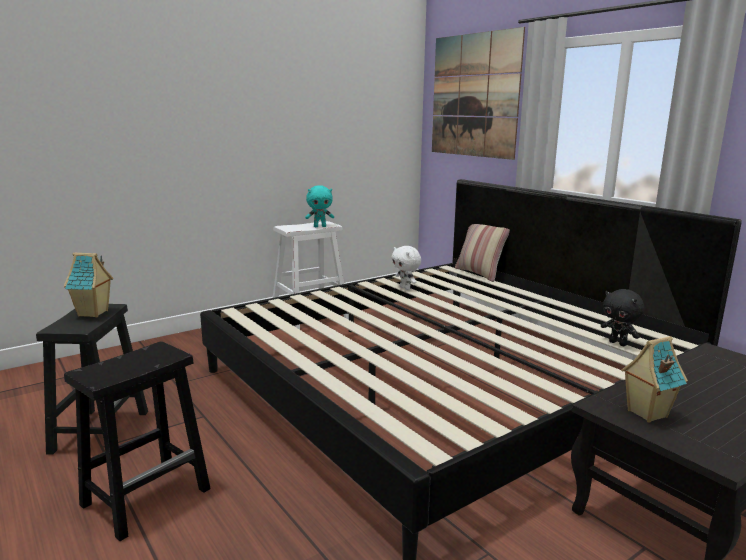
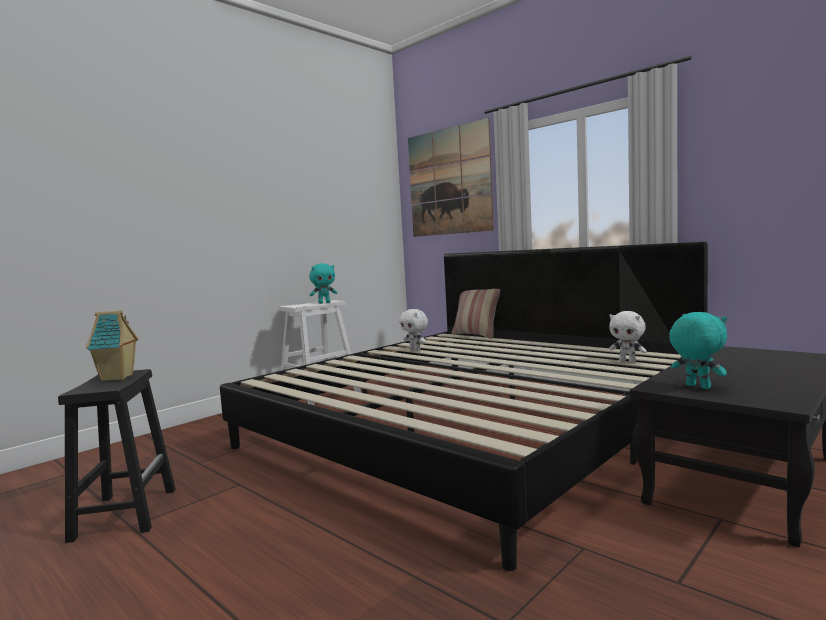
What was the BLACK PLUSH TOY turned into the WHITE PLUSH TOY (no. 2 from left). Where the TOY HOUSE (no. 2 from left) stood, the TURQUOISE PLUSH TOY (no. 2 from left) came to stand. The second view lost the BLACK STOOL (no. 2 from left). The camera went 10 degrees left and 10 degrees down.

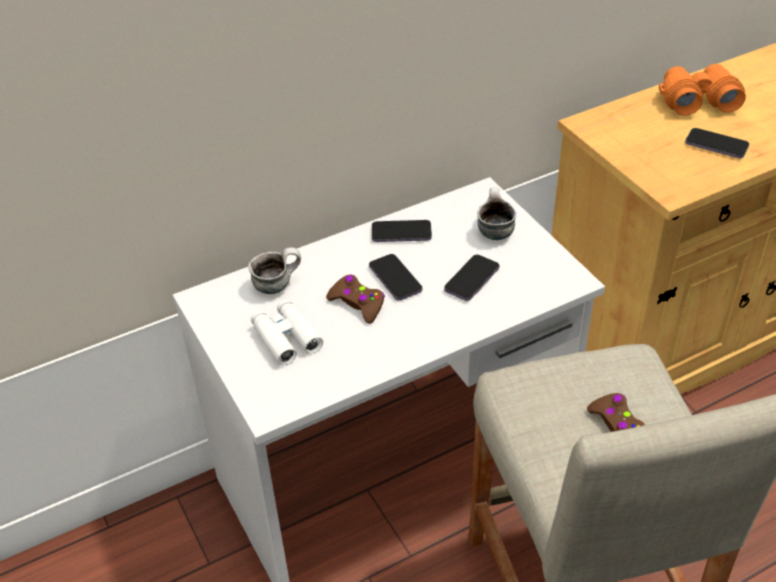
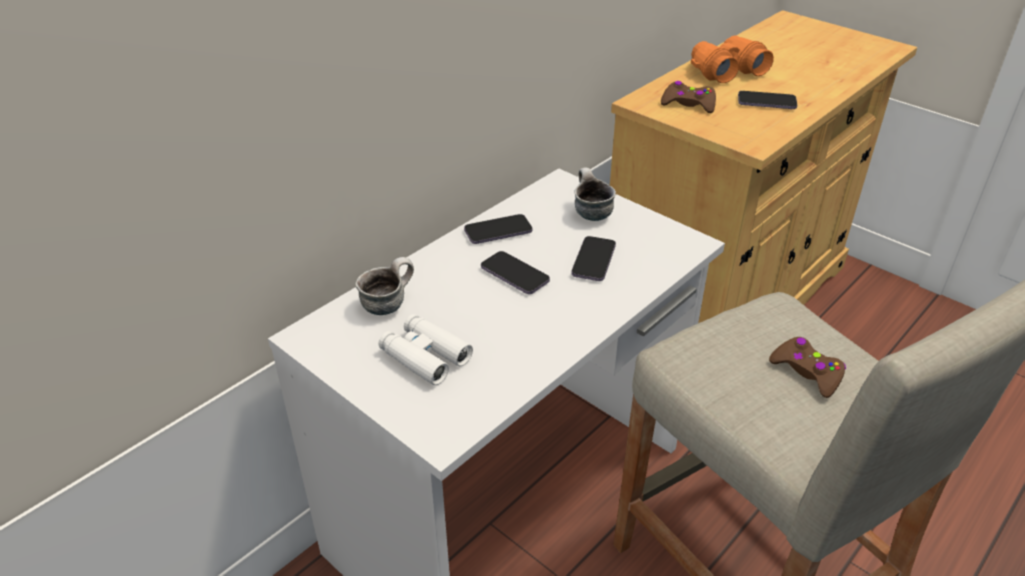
The BROWN GAME CONTROLLER (no. 1 from left) ended up elsewhere. The camera went 20 degrees left and 5 degrees down.

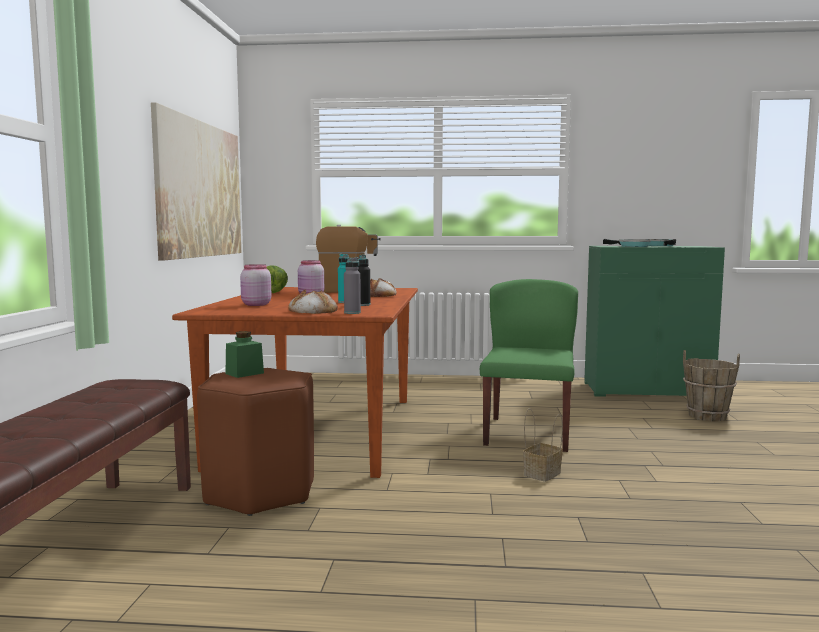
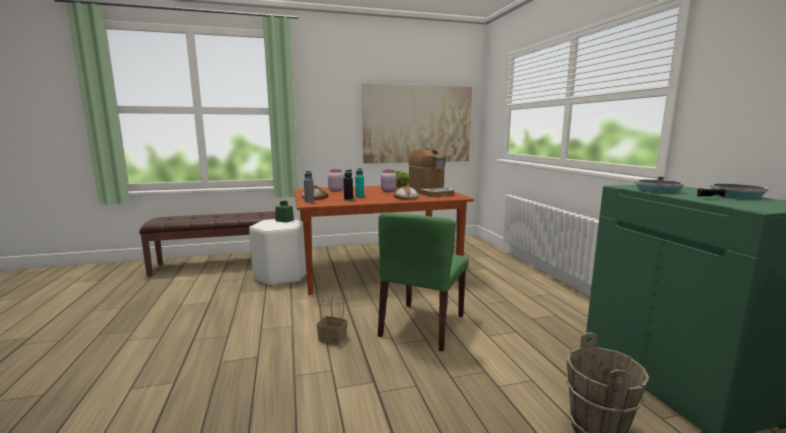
What was the BROWN STOOL turned into the WHITE STOOL. The GREEN CHAIR ended up facing another way, 120 degrees clockwise from before. The camera went 70 degrees right and 5 degrees up.

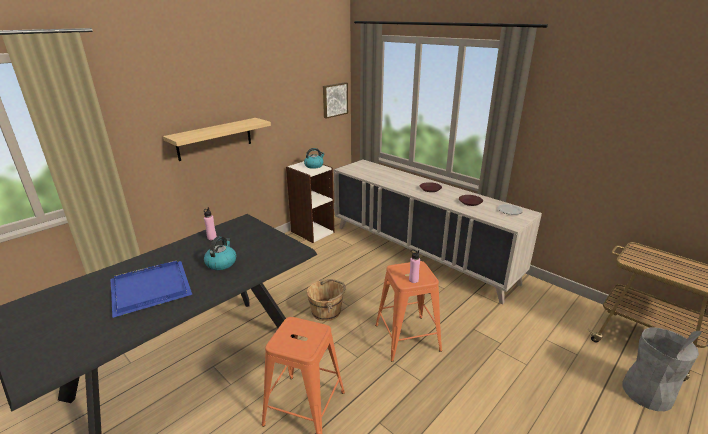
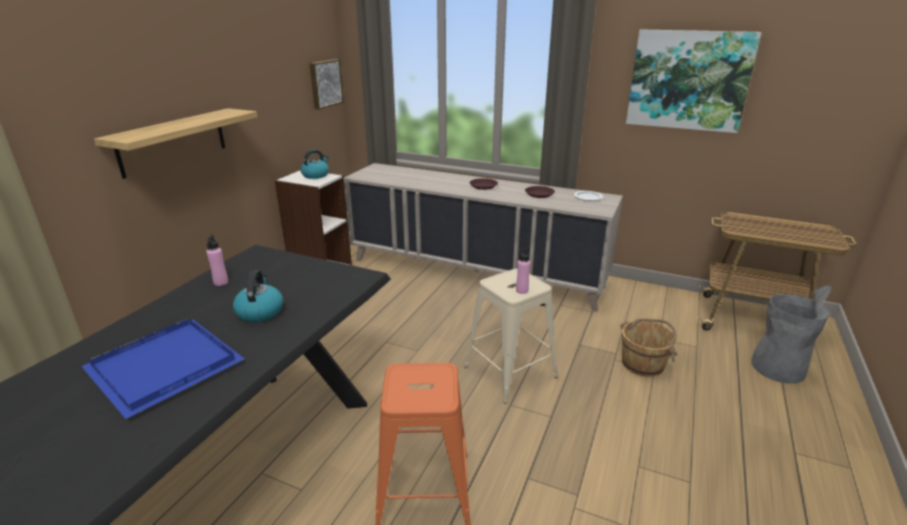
What was the ORANGE STOOL (no. 2 from left) turned into the BEIGE STOOL. The BROWN BUCKET ended up elsewhere. The second view gained the PICTURE (no. 2 from left). The camera went 20 degrees left and 0 degrees up.

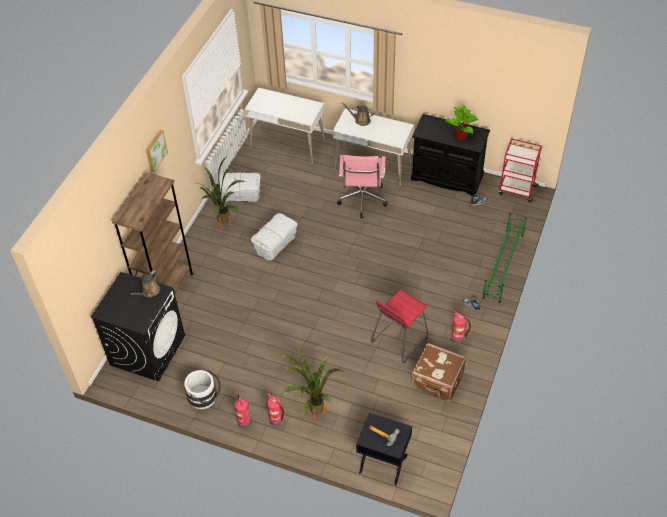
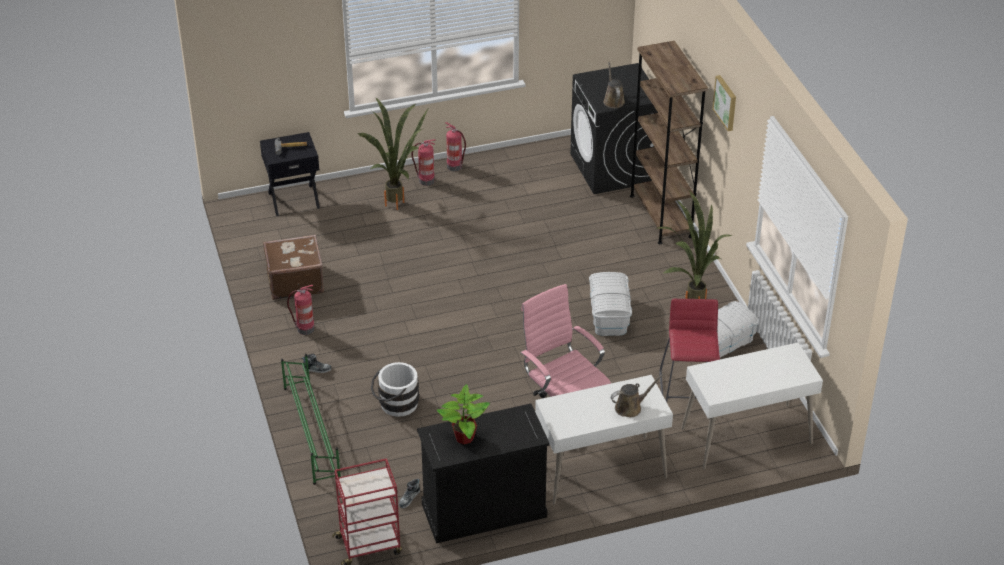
The WHITE BUCKET ended up elsewhere. The RED STOOL ended up elsewhere. The camera went 140 degrees right and 10 degrees down.

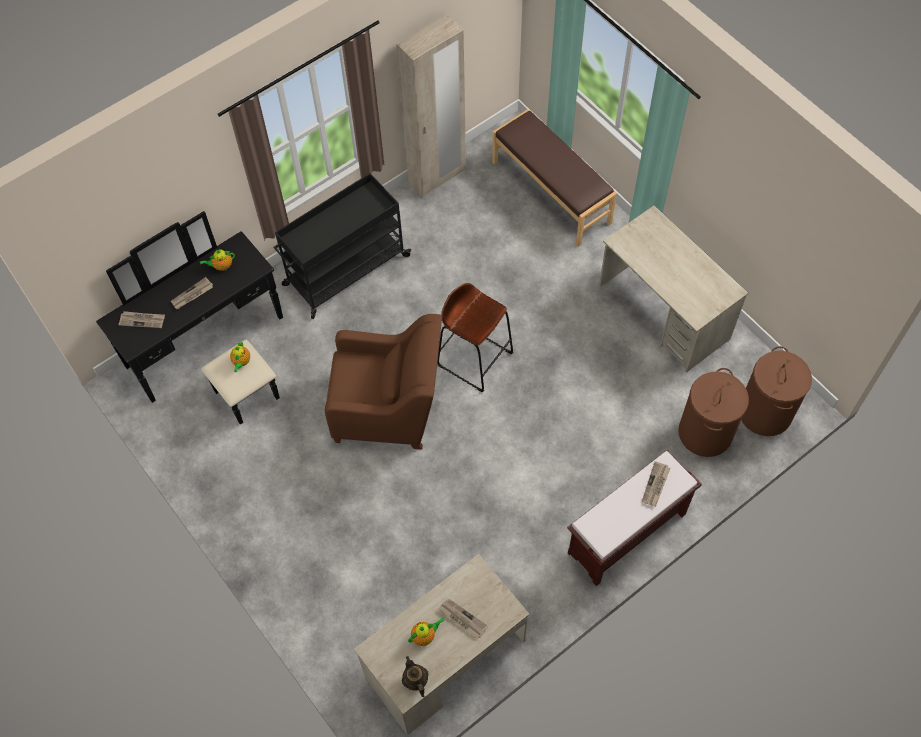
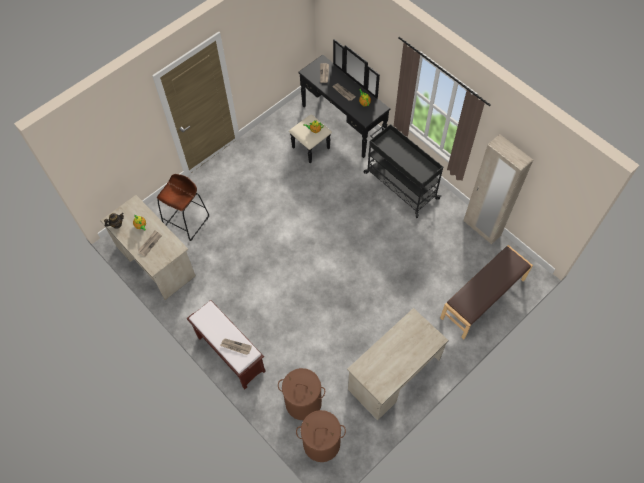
The BROWN STOOL ended up elsewhere. The second view lost the BROWN ARMCHAIR. The camera went 85 degrees right and 0 degrees up.

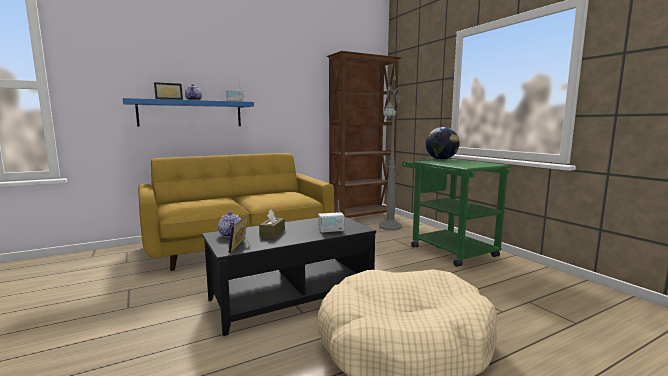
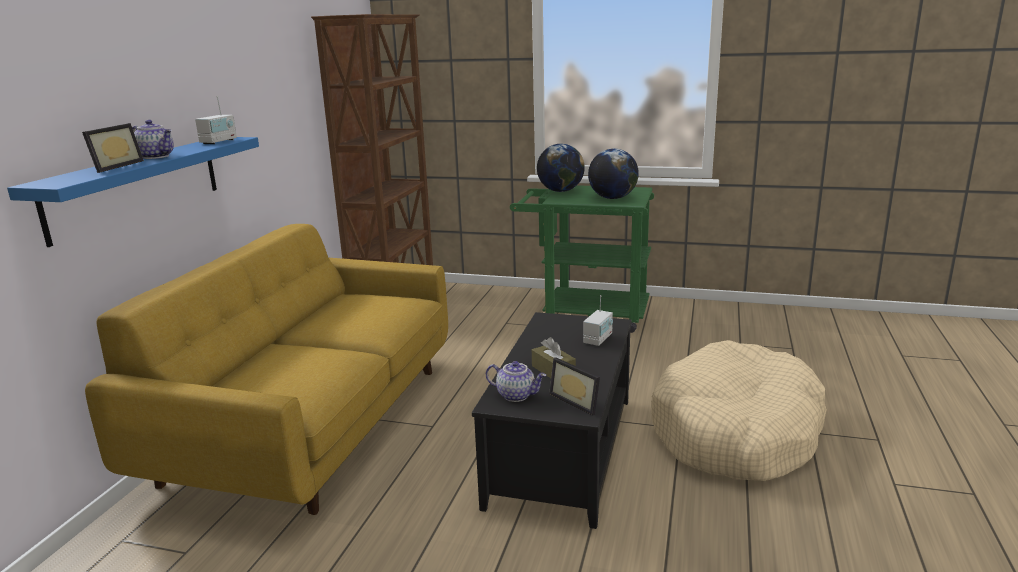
The second view gained the GLOBE (no. 2 from left). The second view lost the GREY FLOOR LAMP. The camera went 45 degrees left and 10 degrees up.

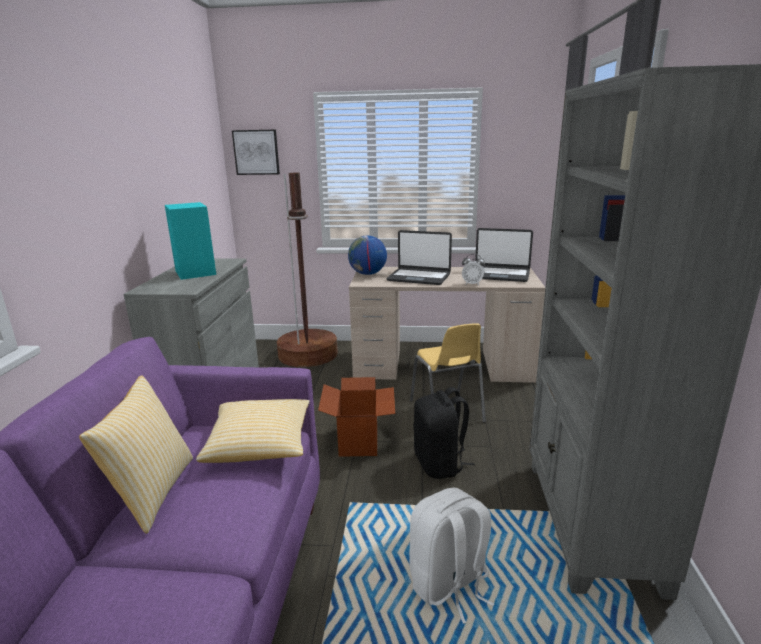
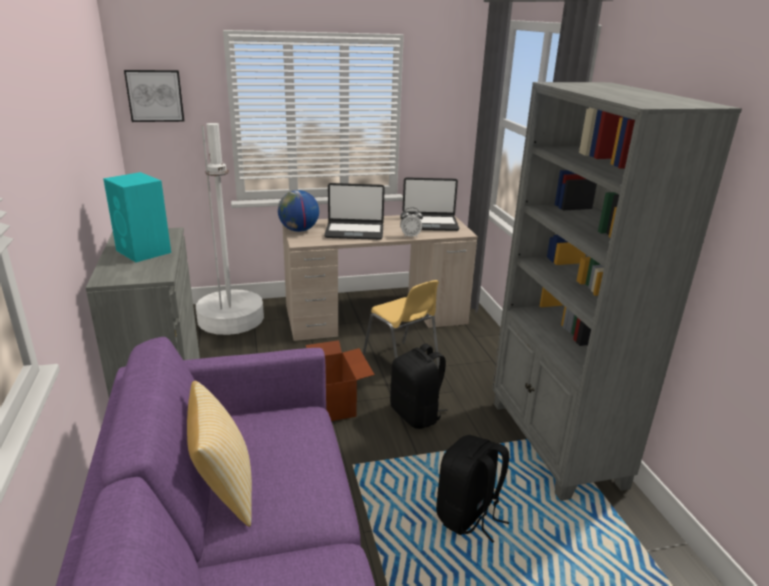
What was the BROWN FLOOR LAMP turned into the WHITE FLOOR LAMP. What was the WHITE BACKPACK turned into the BLACK BACKPACK (no. 2 from left). The second view lost the PILLOW (no. 2 from left). The camera went 20 degrees left and 5 degrees up.

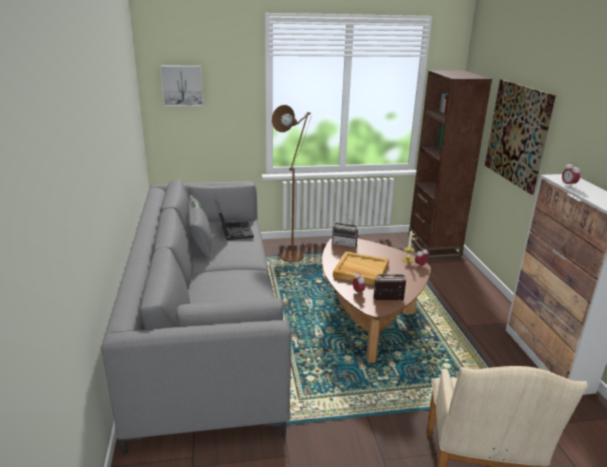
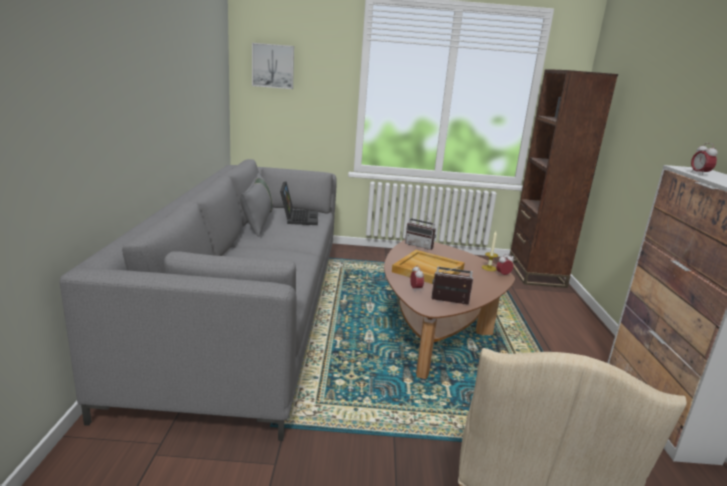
The second view lost the BROWN FLOOR LAMP. The second view lost the PICTURE (no. 2 from left). The camera went 10 degrees right and 5 degrees down.

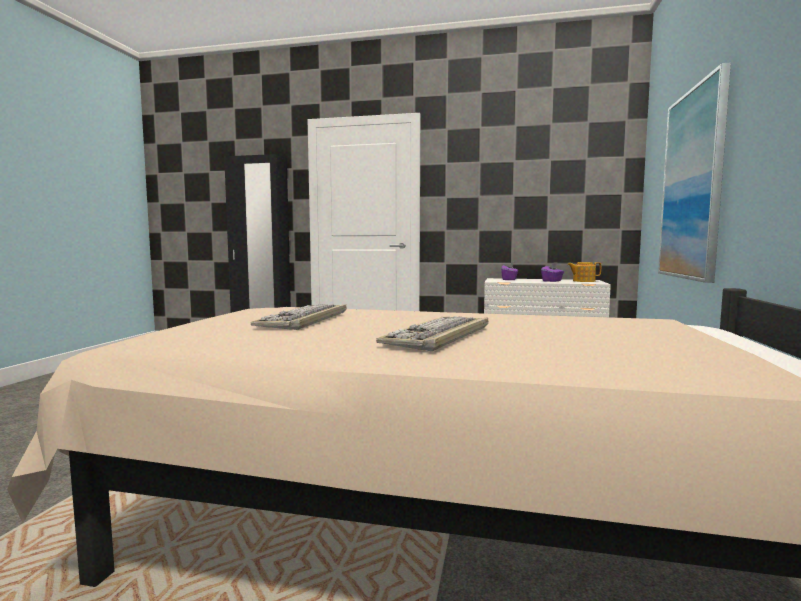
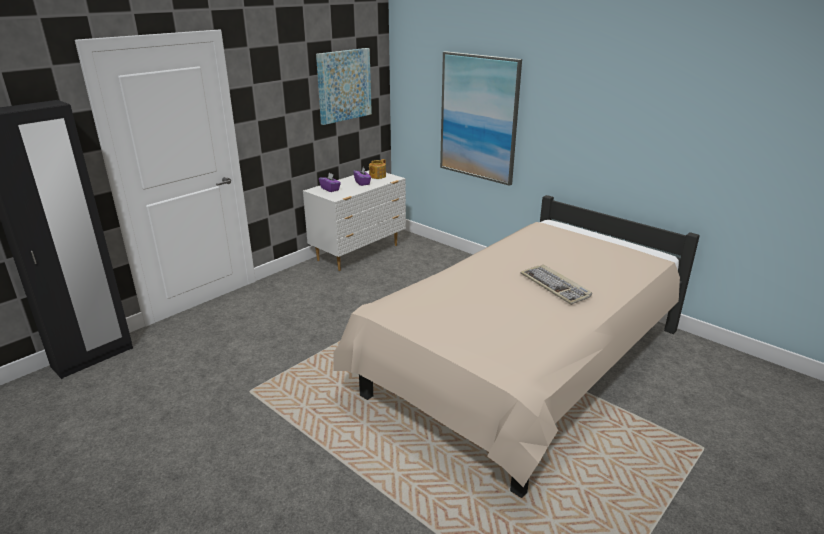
The second view gained the PICTURE (no. 1 from left). The second view lost the KEYBOARD (no. 1 from left). The camera went 60 degrees left and 20 degrees up.

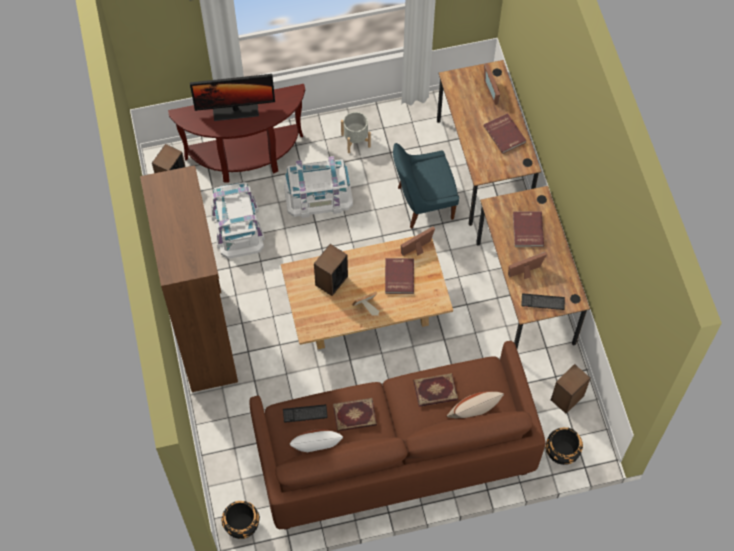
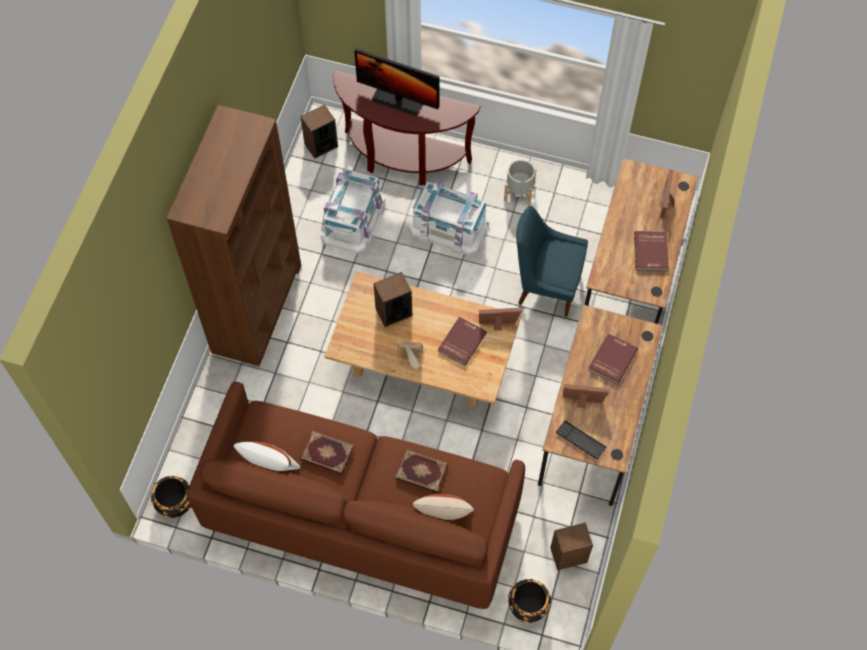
The second view lost the KEYBOARD (no. 1 from left). The camera went 30 degrees right and 0 degrees up.

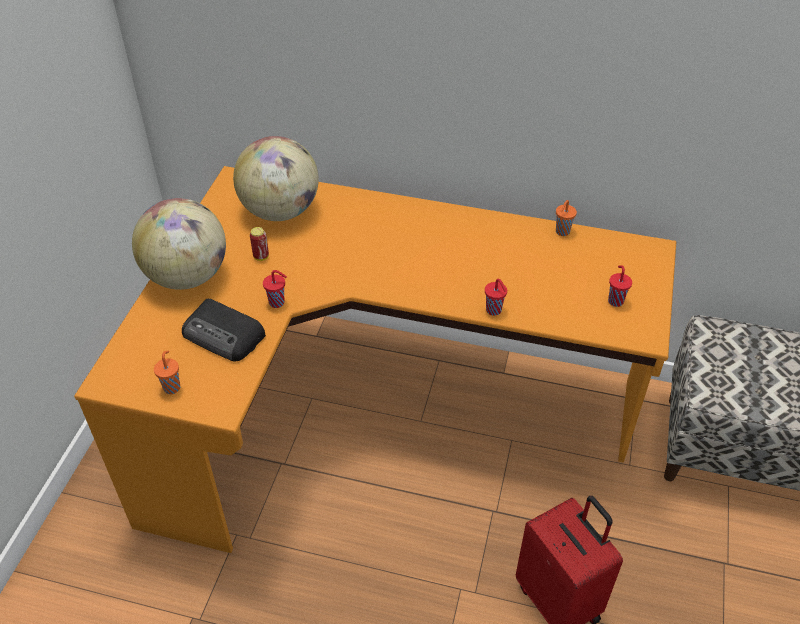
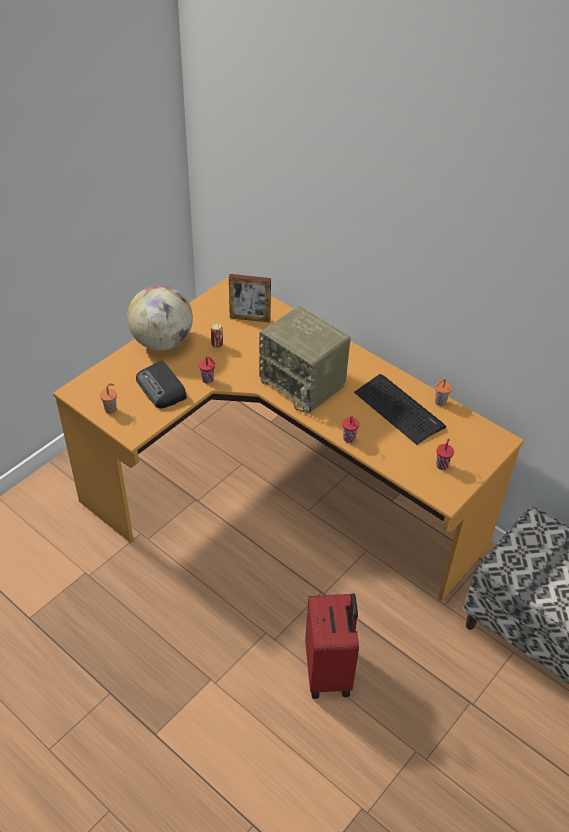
Where the GLOBE (no. 2 from left) stood, the PICTURE FRAME came to stand. The second view gained the RADIO (no. 2 from left). The second view gained the KEYBOARD. The camera went 25 degrees right and 0 degrees up.

